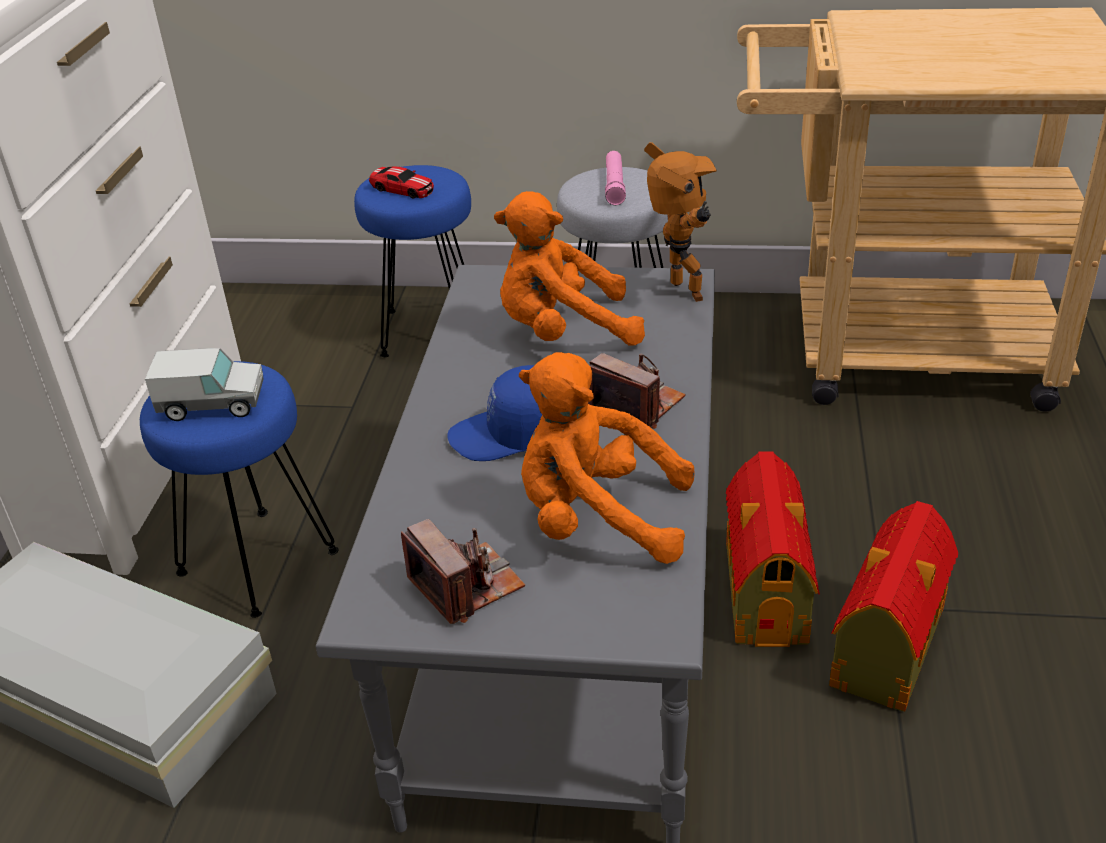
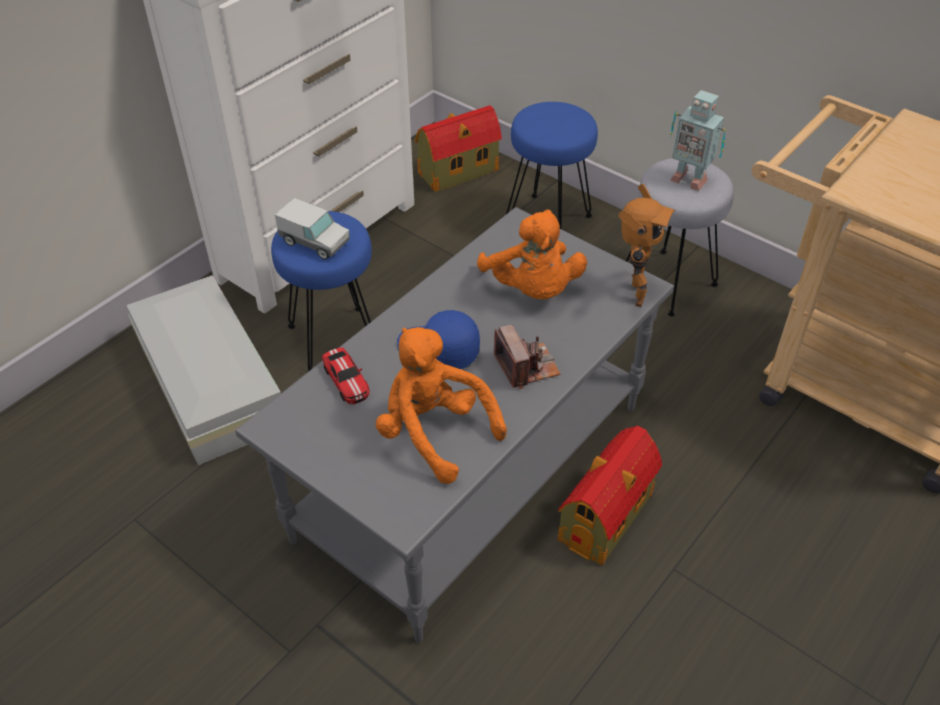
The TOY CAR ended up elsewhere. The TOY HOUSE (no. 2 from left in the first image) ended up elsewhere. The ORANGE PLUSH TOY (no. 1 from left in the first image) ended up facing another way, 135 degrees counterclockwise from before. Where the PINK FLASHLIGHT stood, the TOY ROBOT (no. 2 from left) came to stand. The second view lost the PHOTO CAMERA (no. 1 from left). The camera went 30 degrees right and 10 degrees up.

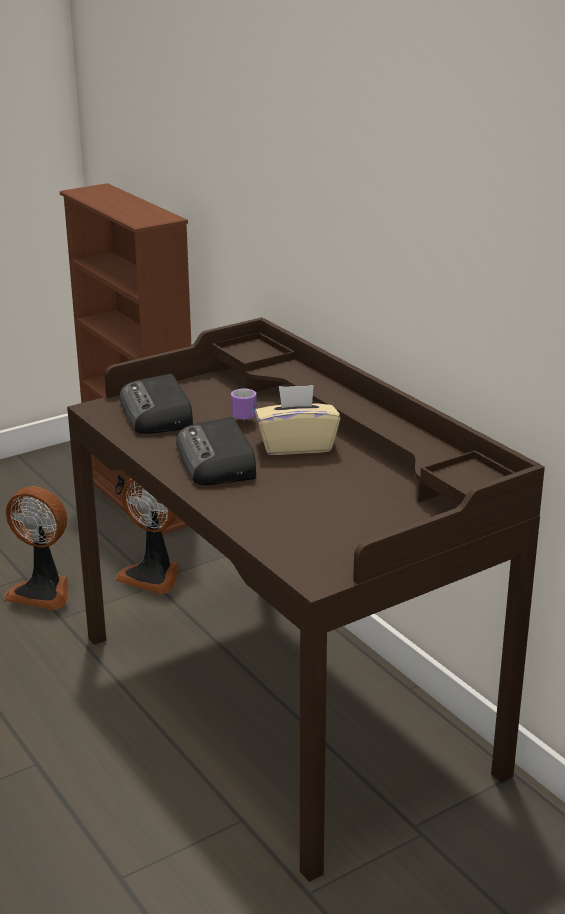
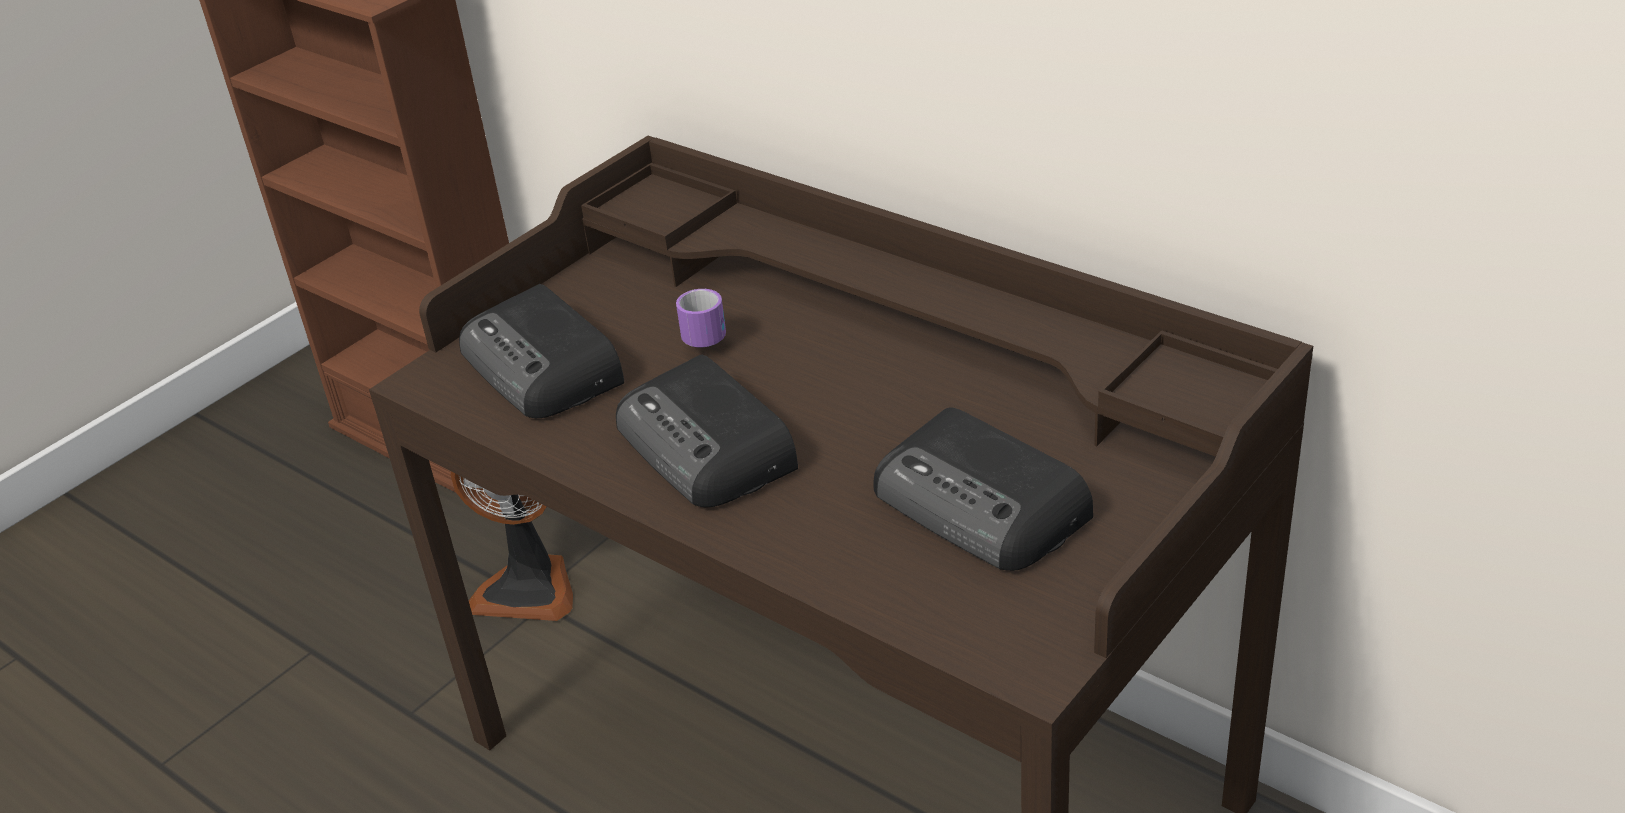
The second view gained the RADIO (no. 3 from left). The second view lost the FAN (no. 1 from left). The second view lost the BEIGE TISSUE BOX. The camera went 15 degrees left and 10 degrees up.

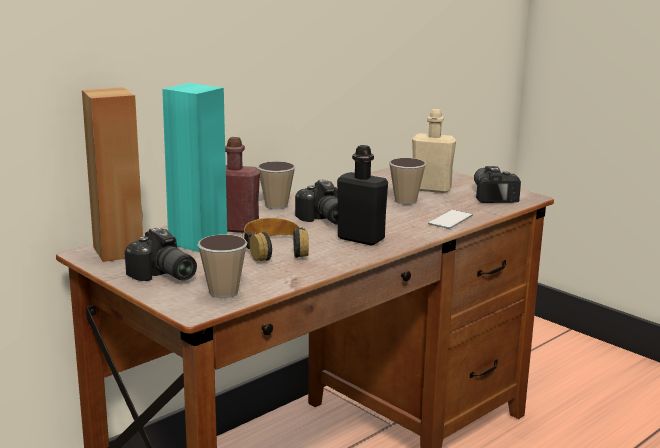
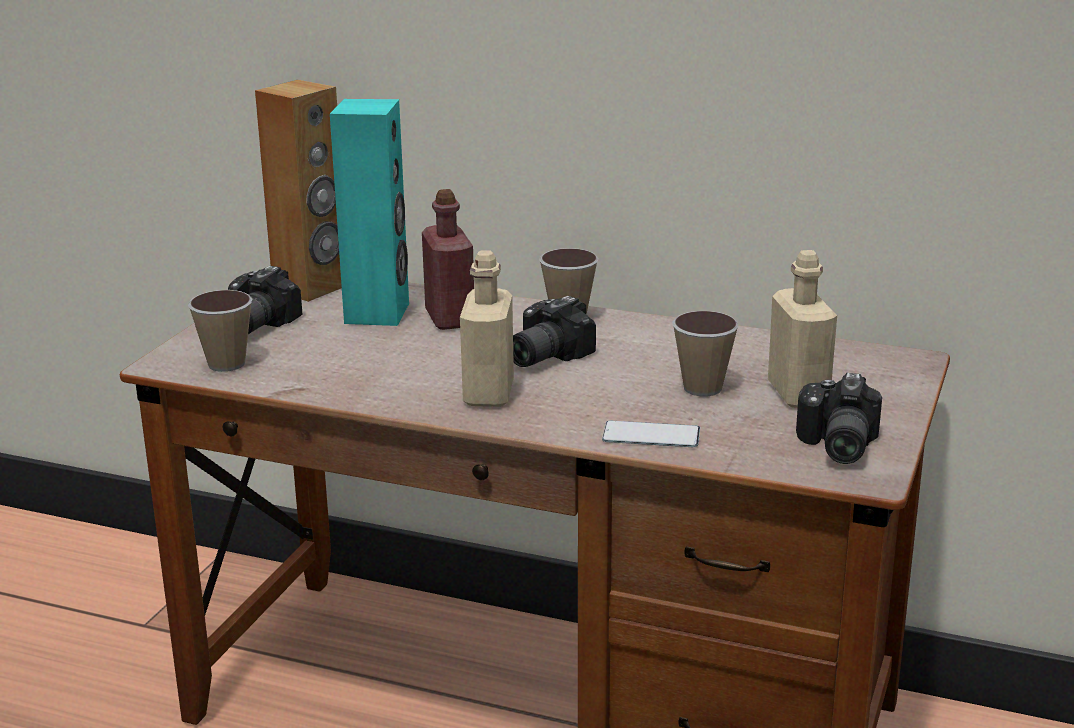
What was the BLACK BOTTLE turned into the BEIGE BOTTLE (no. 1 from left). The PHOTO CAMERA (no. 3 from left) ended up facing another way, 135 degrees clockwise from before. The second view lost the HEADPHONES. The camera went 65 degrees right and 5 degrees up.

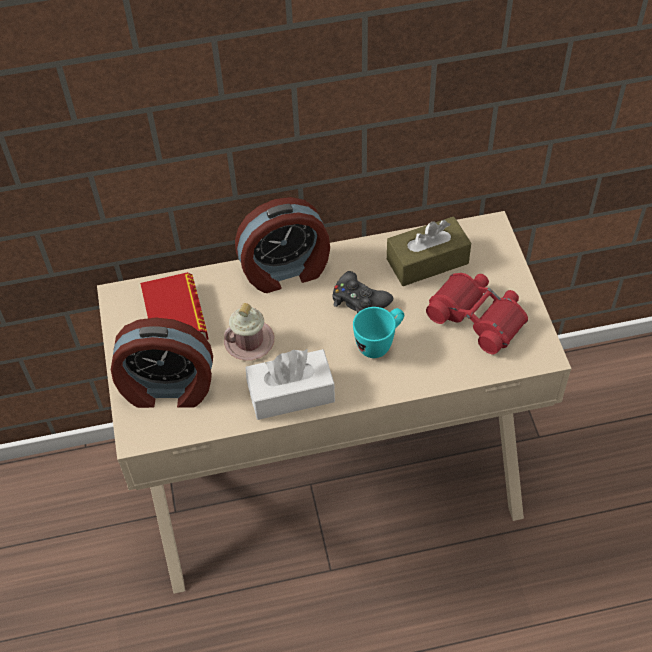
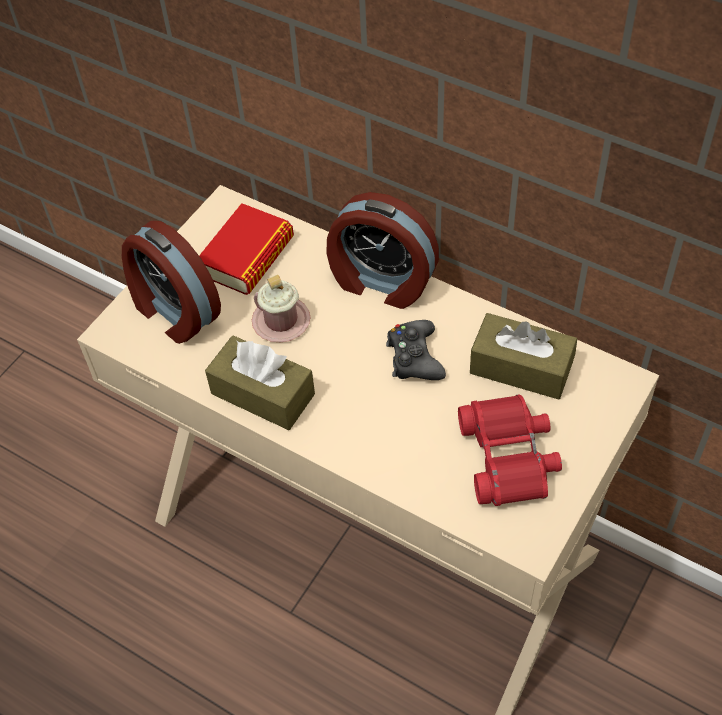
What was the WHITE TISSUE BOX turned into the BROWN TISSUE BOX (no. 1 from left). The second view lost the TURQUOISE MUG. The camera went 45 degrees right and 0 degrees up.

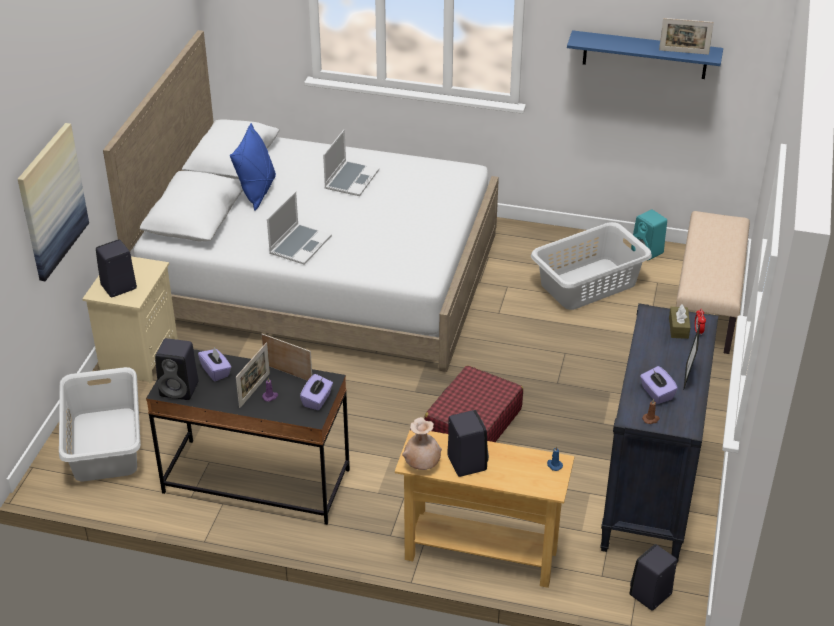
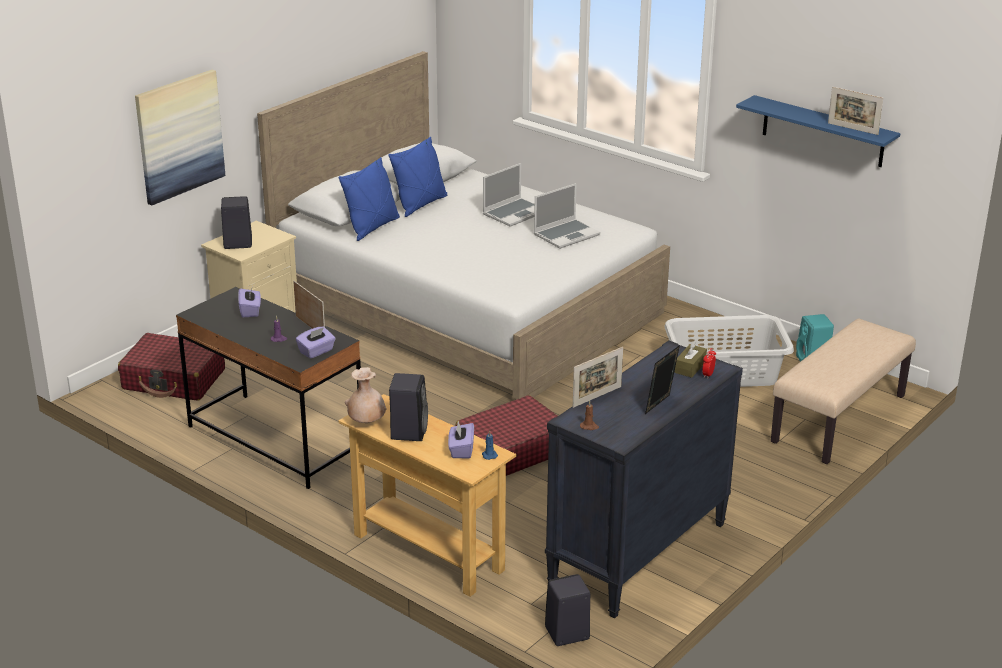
Where the GREY LAUNDRY BASKET (no. 1 from left) stood, the RED SUITCASE (no. 1 from left) came to stand. The second view gained the BLUE PILLOW (no. 1 from left). The PURPLE TISSUE BOX (no. 3 from left) ended up elsewhere. The LAPTOP (no. 1 from left in the first image) ended up elsewhere. The PICTURE FRAME (no. 1 from left in the first image) ended up elsewhere. The second view lost the BLACK SPEAKER (no. 2 from left). The camera went 25 degrees right and 10 degrees down.

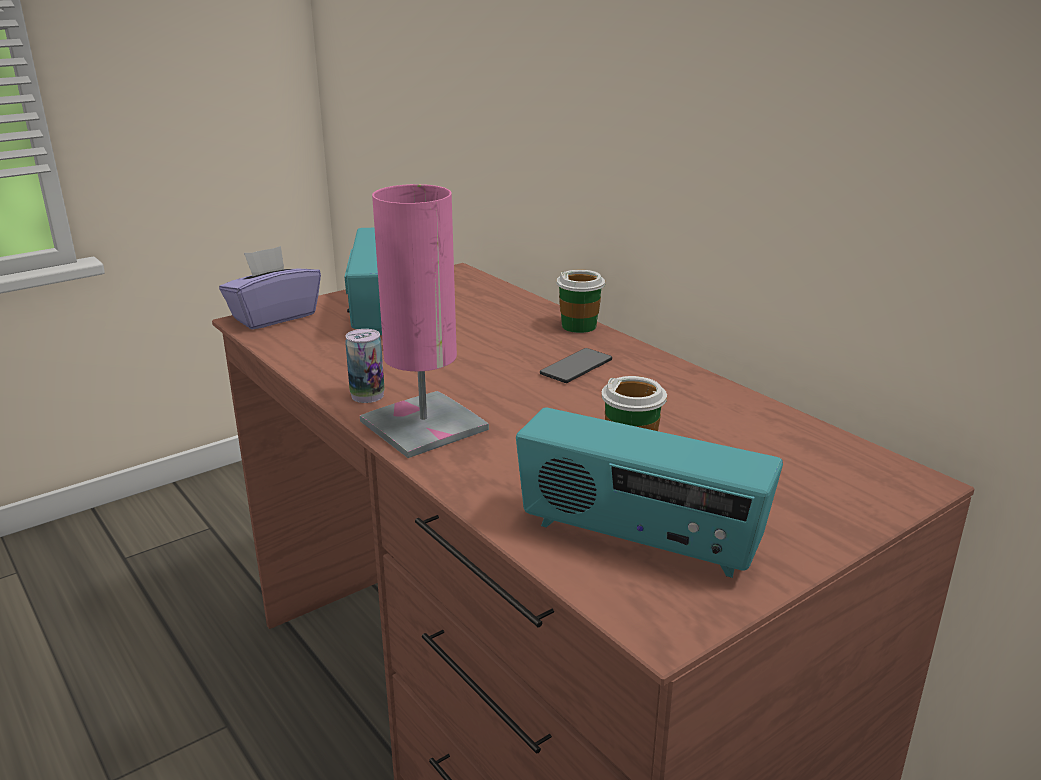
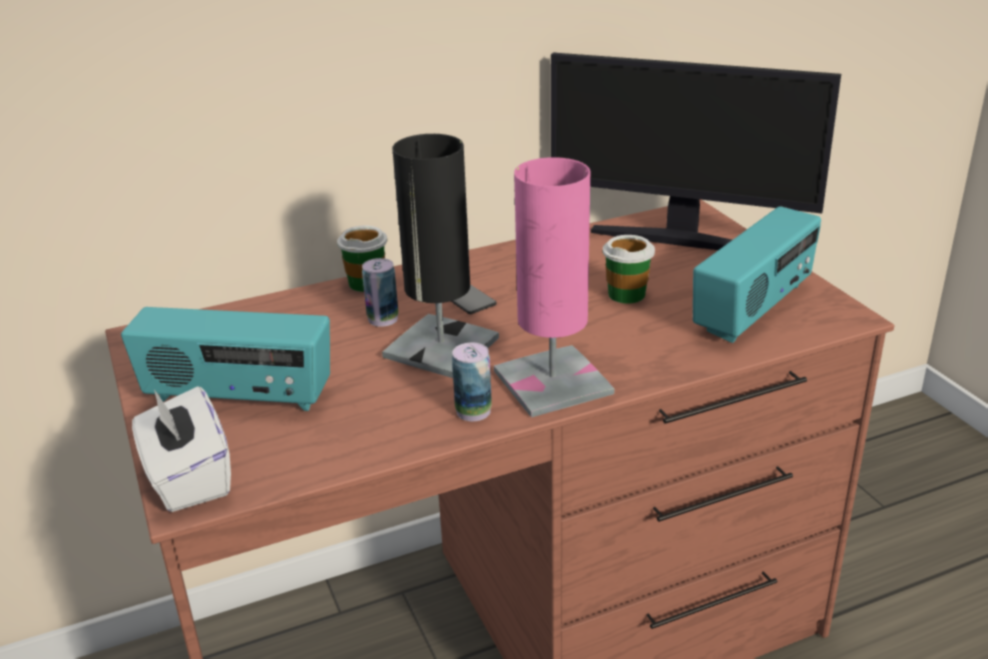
What was the PURPLE TISSUE BOX turned into the WHITE TISSUE BOX. The second view gained the CAN (no. 1 from left). The second view gained the BLACK TABLE LAMP. The second view gained the MONITOR. The camera went 75 degrees left and 5 degrees up.

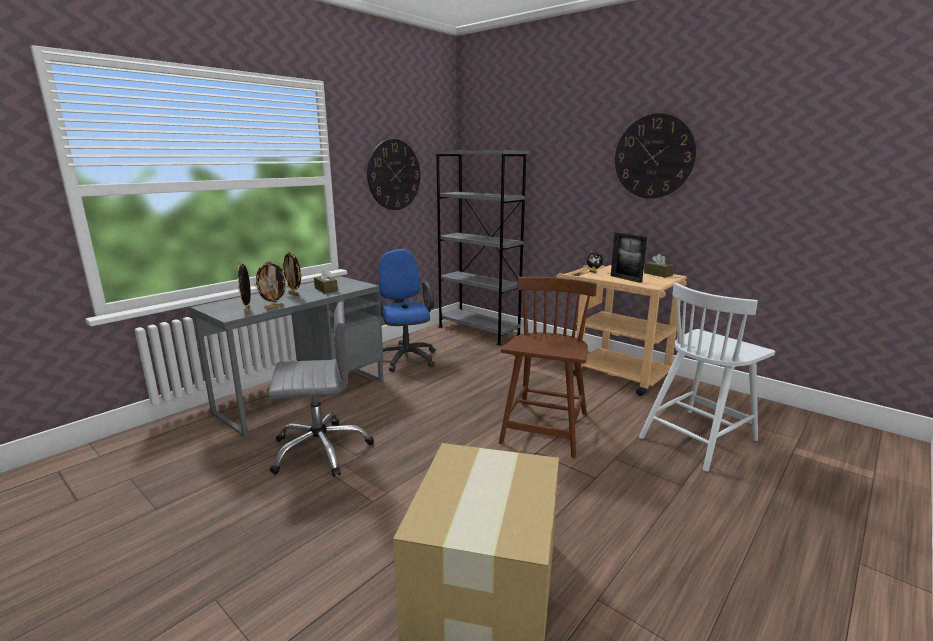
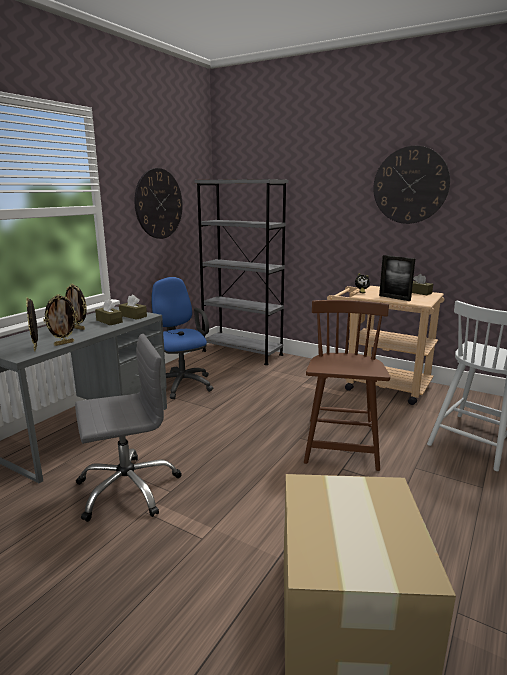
The second view gained the BROWN TISSUE BOX (no. 2 from left). The camera went 10 degrees left and 0 degrees up.

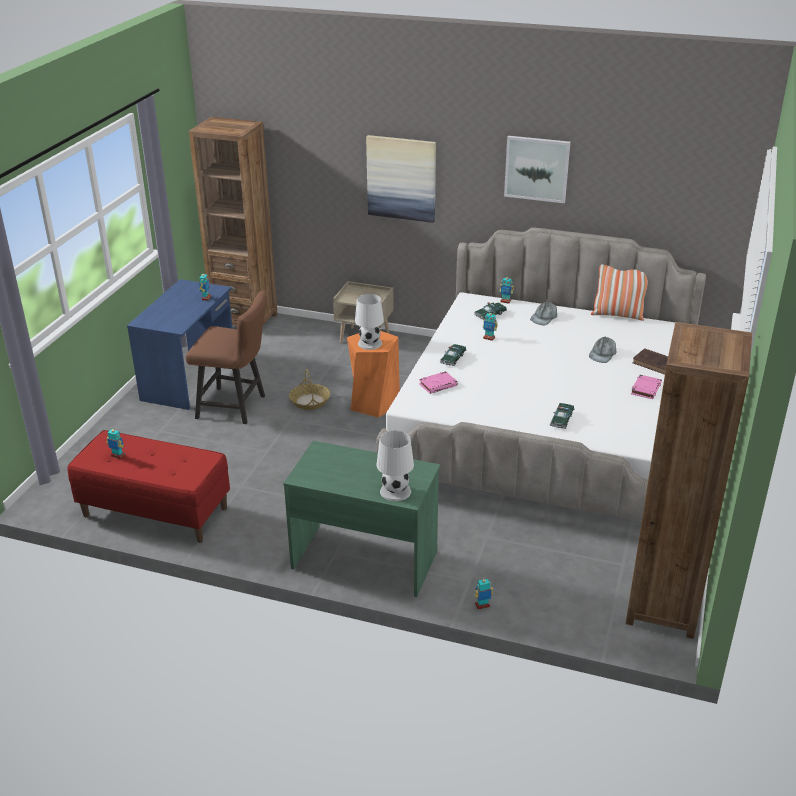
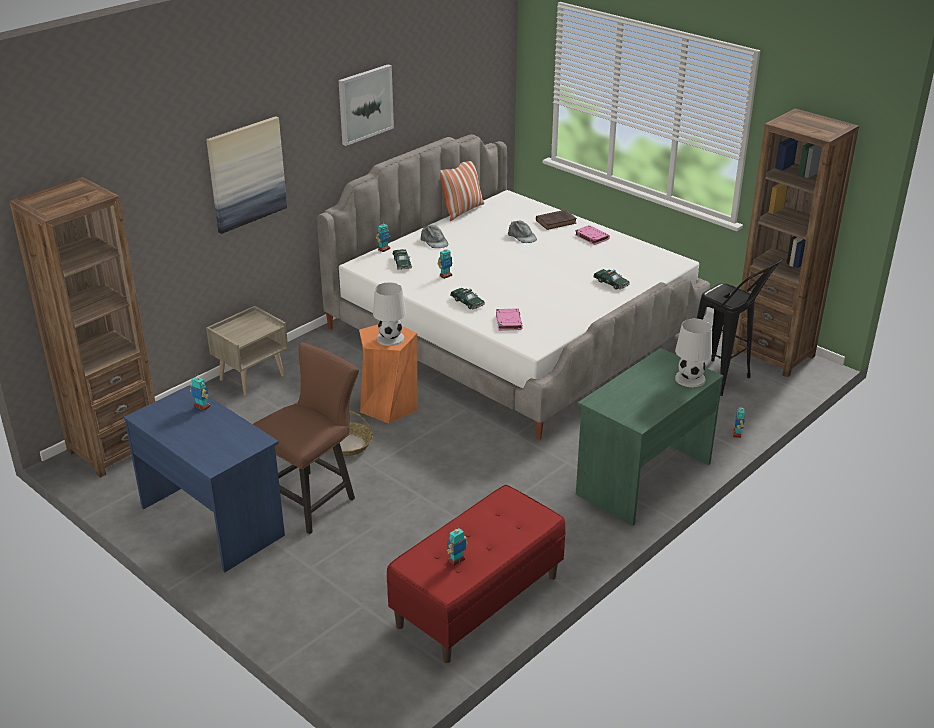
The second view gained the BLACK STOOL. The camera went 65 degrees left and 0 degrees up.

